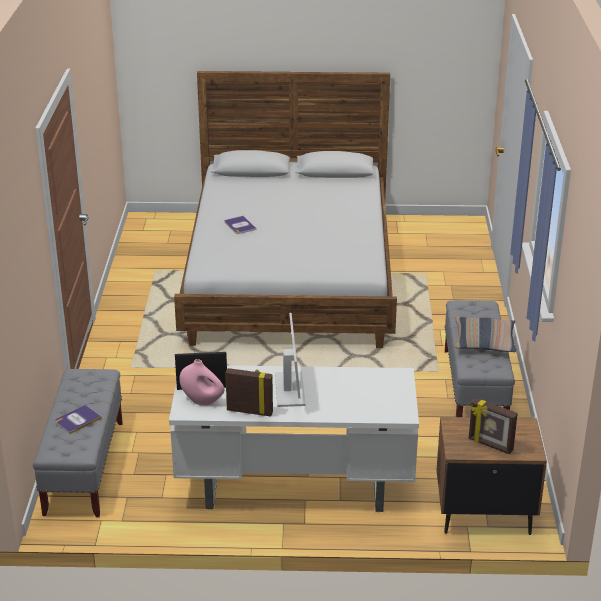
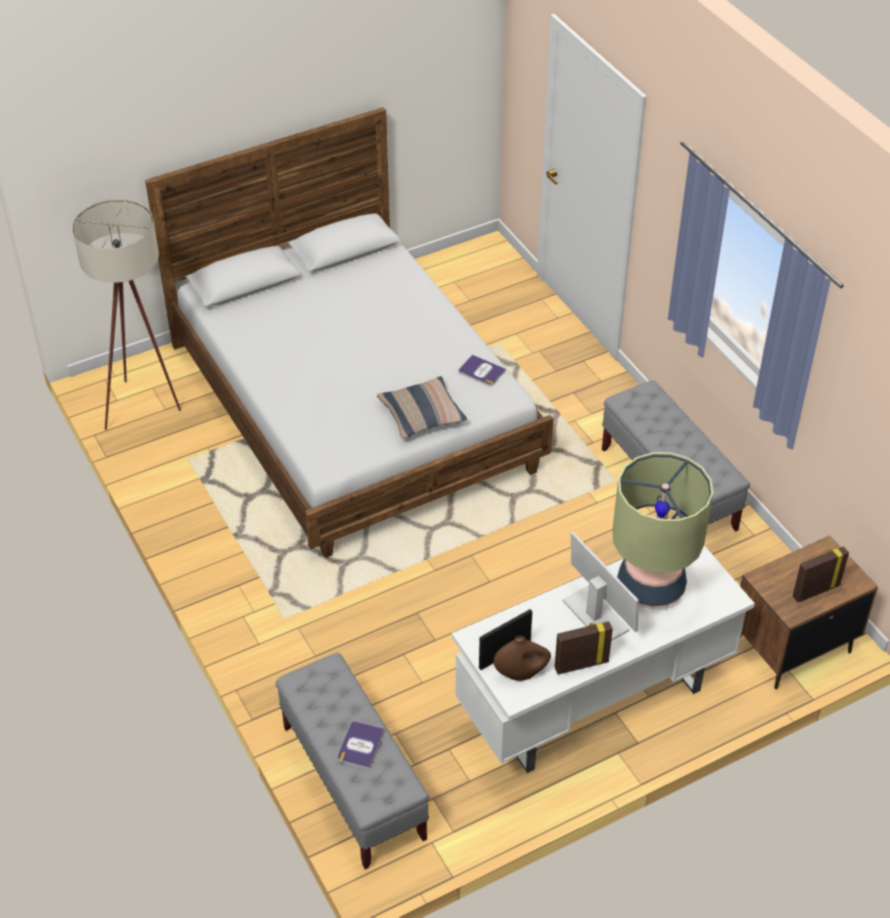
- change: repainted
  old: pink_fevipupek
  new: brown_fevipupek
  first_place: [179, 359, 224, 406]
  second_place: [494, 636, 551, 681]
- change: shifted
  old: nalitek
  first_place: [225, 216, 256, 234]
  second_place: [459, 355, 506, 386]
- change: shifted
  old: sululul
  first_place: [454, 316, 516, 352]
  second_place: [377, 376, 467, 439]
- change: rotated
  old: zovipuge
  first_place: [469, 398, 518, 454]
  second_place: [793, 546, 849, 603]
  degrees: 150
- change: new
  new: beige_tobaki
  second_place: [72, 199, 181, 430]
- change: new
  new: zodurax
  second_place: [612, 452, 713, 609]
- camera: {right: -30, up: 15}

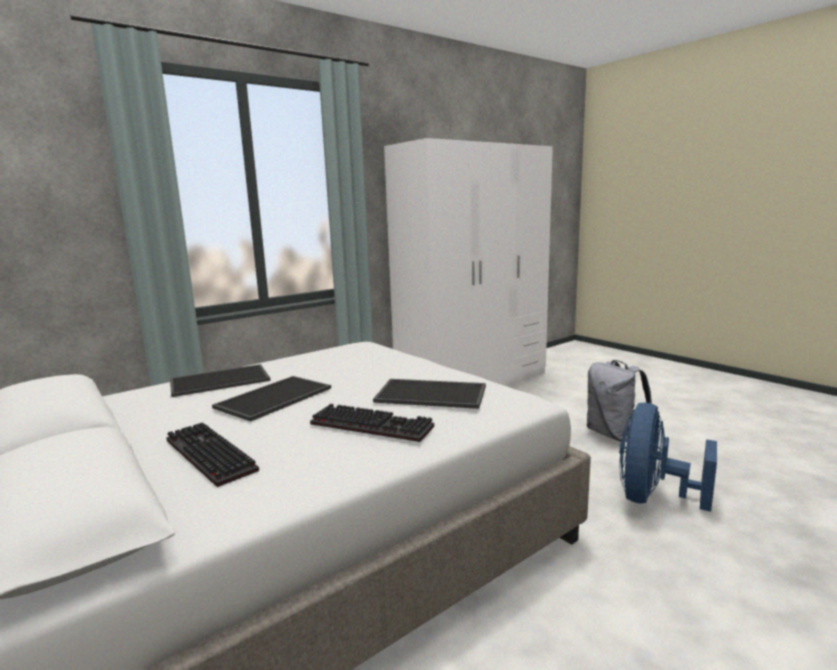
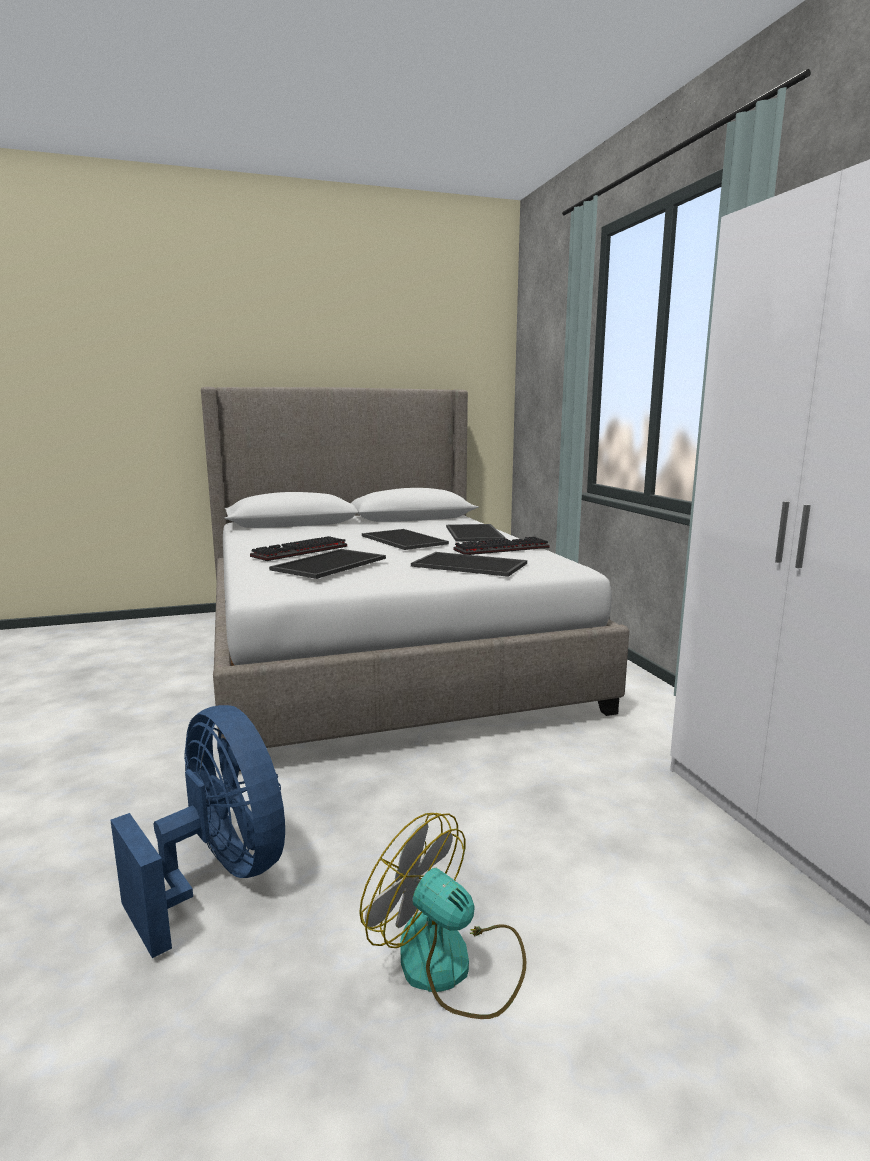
- change: shifted
  old: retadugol
  first_place: [167, 422, 259, 487]
  second_place: [453, 536, 550, 555]
- change: swapped
  old: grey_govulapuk
  new: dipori
  first_place: [587, 360, 652, 442]
  second_place: [359, 813, 526, 1019]
- change: new
  new: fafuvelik
  second_place: [411, 552, 527, 577]
- camera: {right: 110, up: 0}

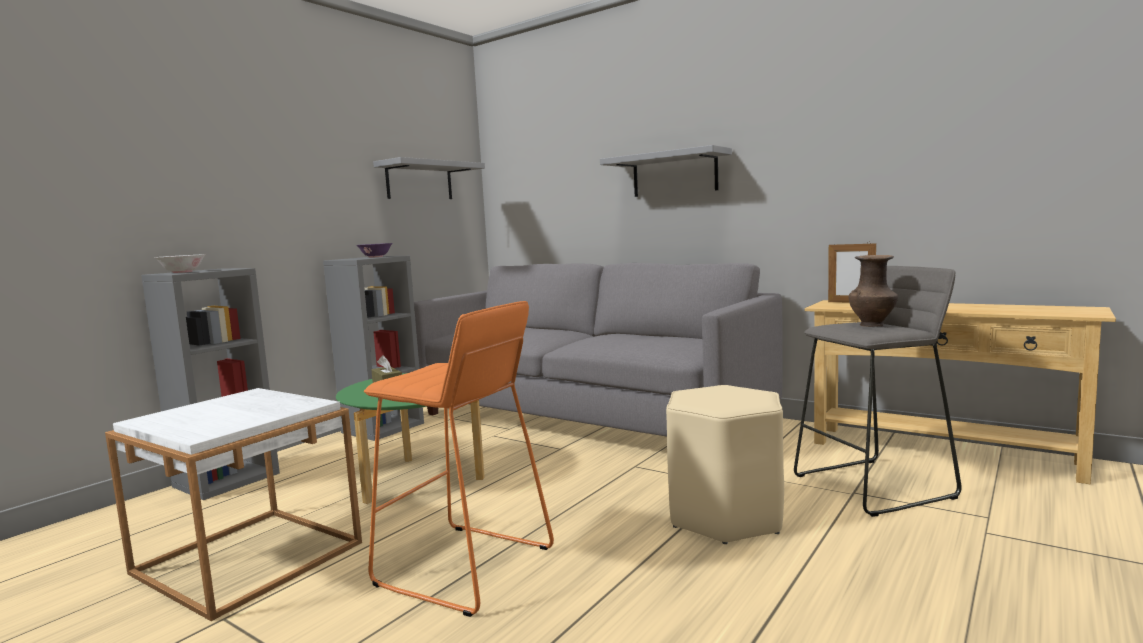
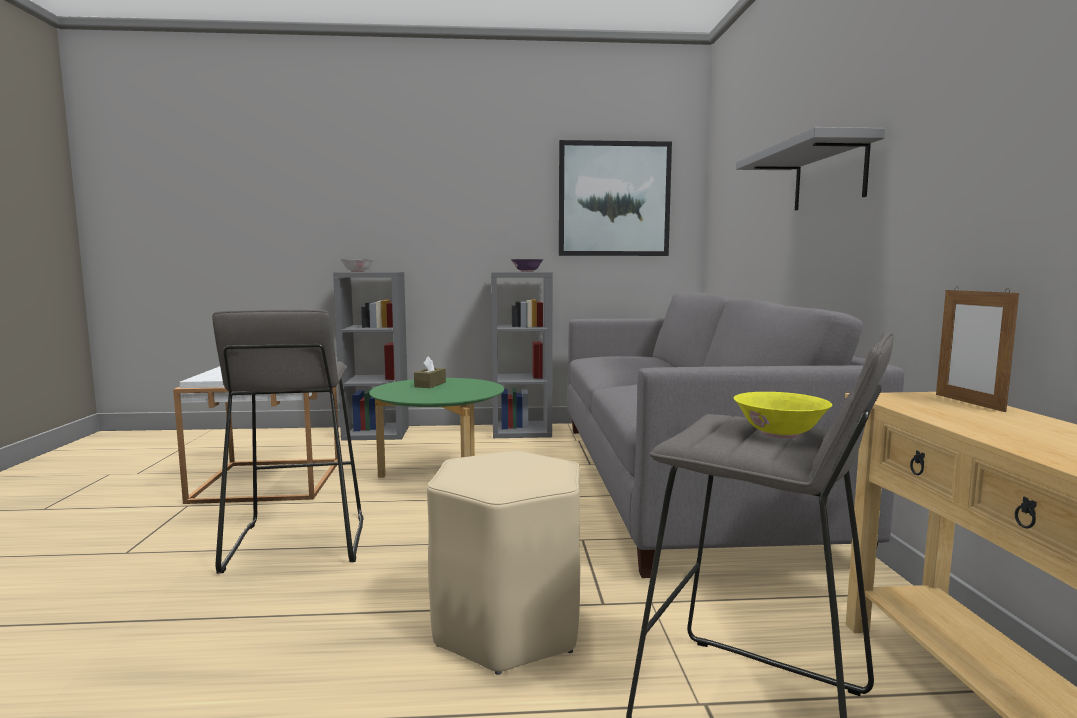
- change: repainted
  old: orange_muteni
  new: grey_muteni
  first_place: [364, 301, 554, 617]
  second_place: [212, 310, 364, 574]
- change: swapped
  old: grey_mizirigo
  new: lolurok
  first_place: [373, 157, 485, 199]
  second_place: [559, 140, 672, 256]
- change: swapped
  old: brown_fevipupek
  new: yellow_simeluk
  first_place: [849, 255, 898, 327]
  second_place: [734, 392, 832, 438]
- camera: {right: 50, up: 0}

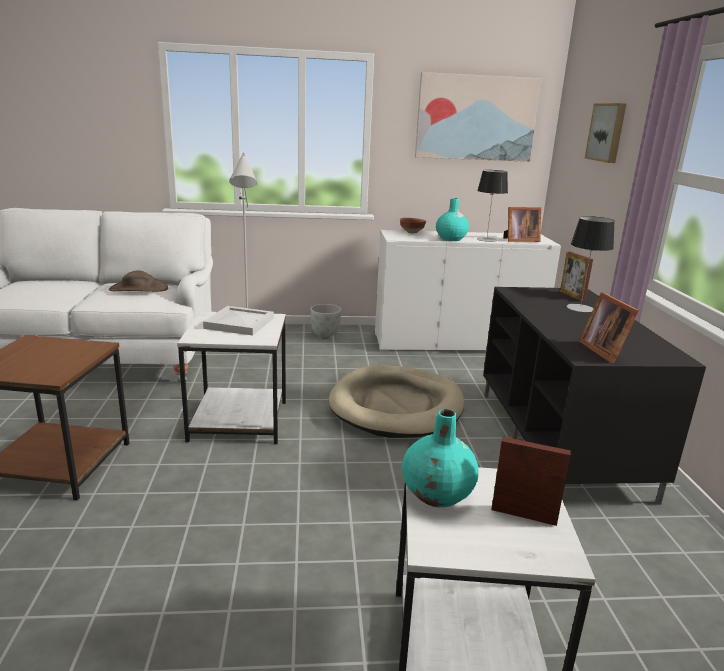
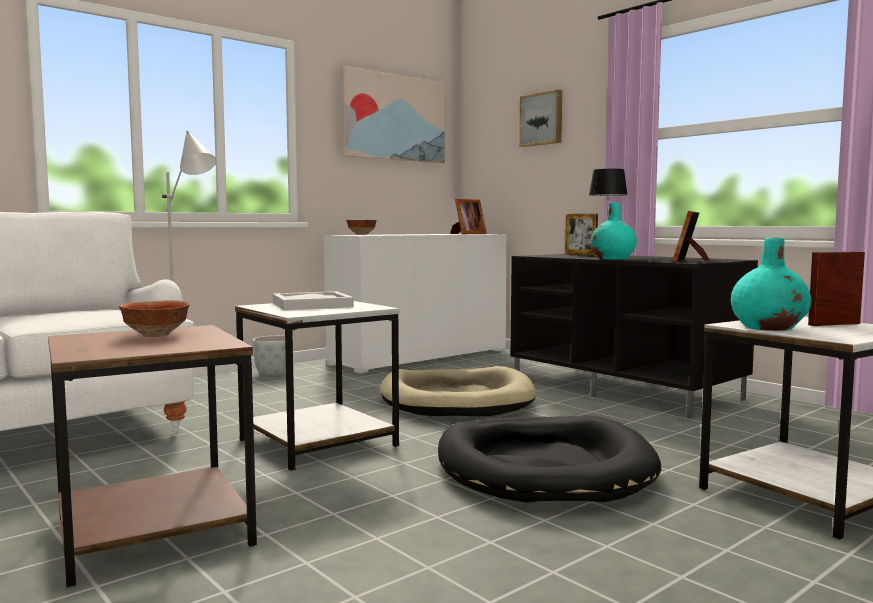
- change: gone
  old: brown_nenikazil
  first_place: [109, 270, 168, 292]
- change: shifted
  old: turquoise_fevipupek
  first_place: [436, 198, 469, 241]
  second_place: [591, 203, 637, 259]
- change: gone
  old: zodurax
  first_place: [477, 170, 508, 242]
- change: rotated
  old: zovipuge
  first_place: [579, 292, 639, 364]
  second_place: [672, 211, 710, 262]
  degrees: 75
- change: new
  new: simeluk
  second_place: [119, 300, 190, 337]
- change: new
  new: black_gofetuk
  second_place: [438, 415, 661, 503]
- camera: {right: -35, up: -15}

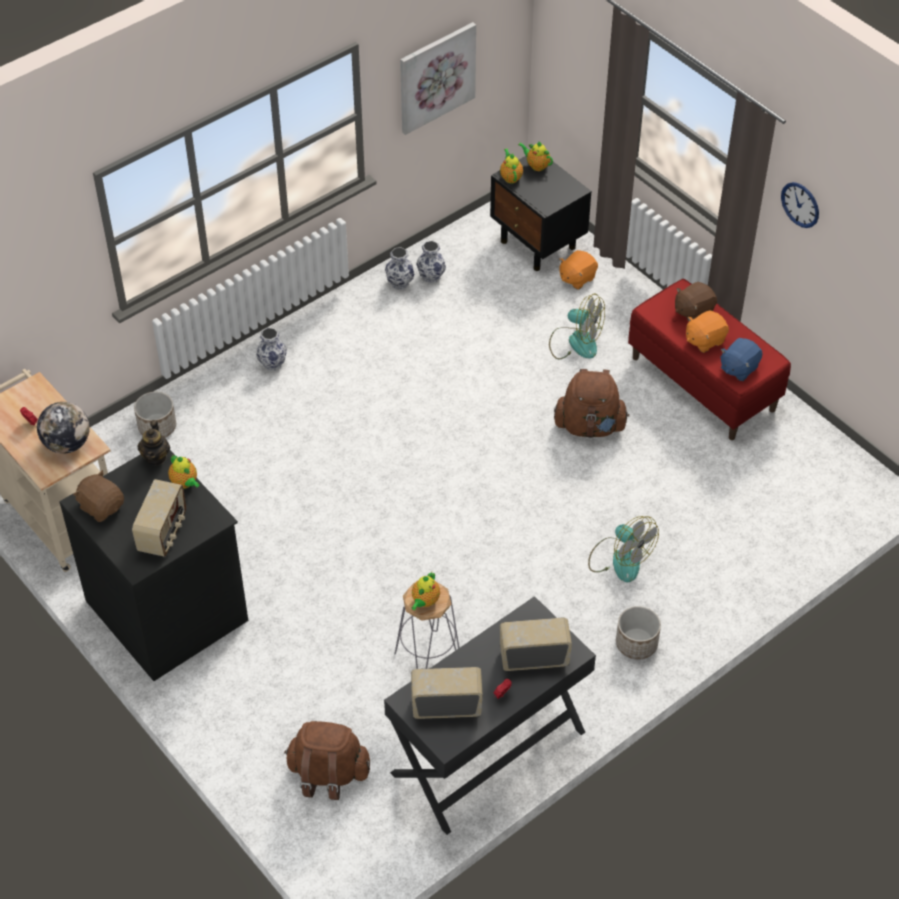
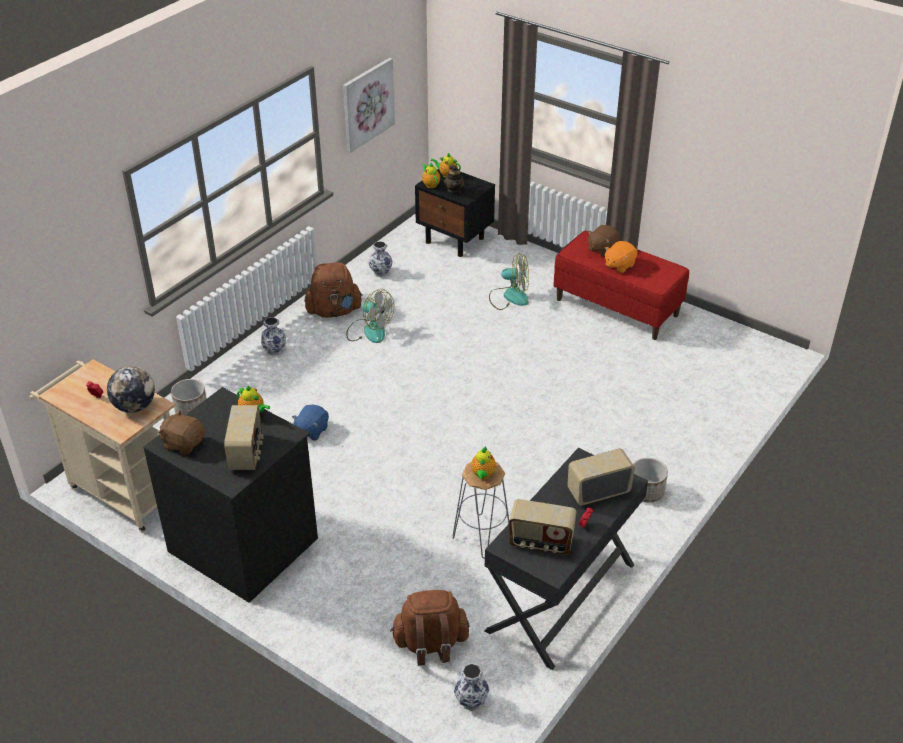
- change: shifted
  old: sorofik
  first_place: [137, 420, 170, 466]
  second_place: [444, 165, 465, 194]
- change: shifted
  old: fevipupek
  first_place: [385, 247, 414, 290]
  second_place: [454, 663, 489, 711]
- change: rotated
  old: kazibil
  first_place: [411, 667, 483, 719]
  second_place: [509, 499, 577, 555]
  degrees: -150
- change: shifted
  old: brown_govulapuk
  first_place: [554, 369, 629, 438]
  second_place: [304, 262, 363, 318]
- change: gone
  old: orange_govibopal
  first_place: [559, 250, 598, 290]
- change: shifted
  old: dipori
  first_place: [588, 516, 659, 582]
  second_place: [346, 289, 394, 343]
- change: shifted
  old: blue_govibopal
  first_place: [721, 338, 763, 381]
  second_place: [292, 405, 329, 440]
- change: gone
  old: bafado
  first_place: [781, 182, 819, 228]
- camera: {right: -15, up: -10}

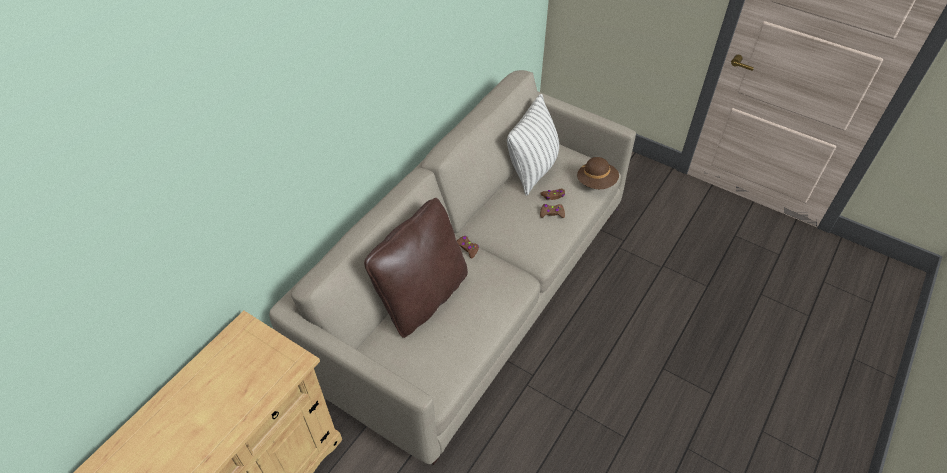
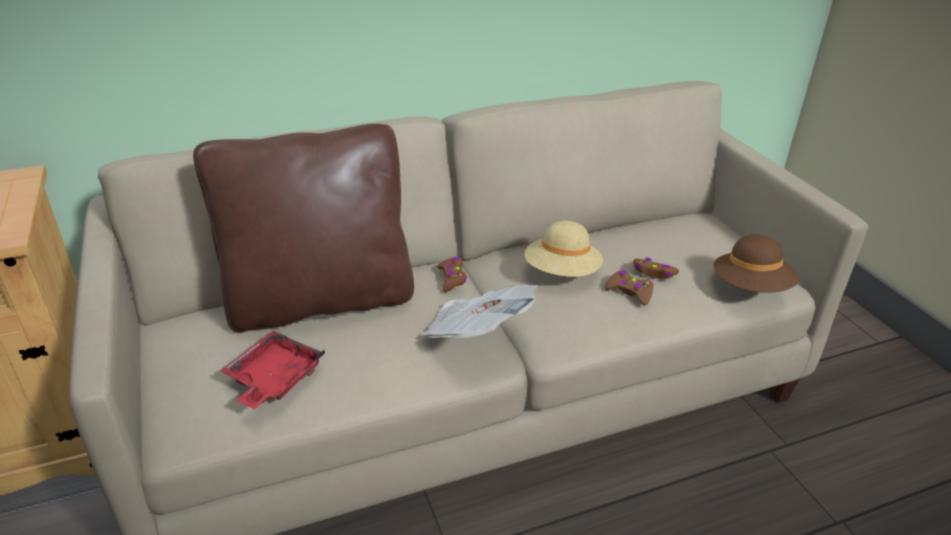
- change: gone
  old: sululul
  first_place: [507, 94, 559, 196]
- change: new
  new: red_fafuvelik
  second_place: [220, 330, 325, 409]
- change: new
  new: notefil
  second_place: [421, 285, 539, 338]
- change: new
  new: beige_nenikazil
  second_place: [524, 220, 603, 277]
- camera: {right: 35, up: -15}

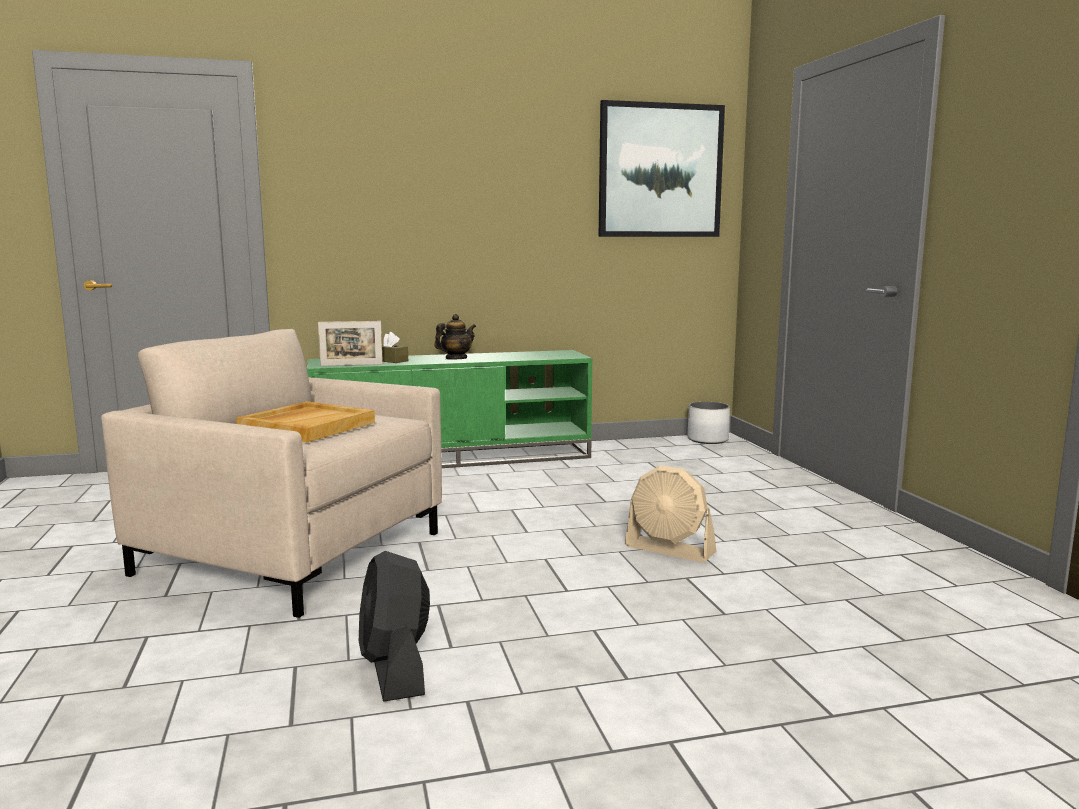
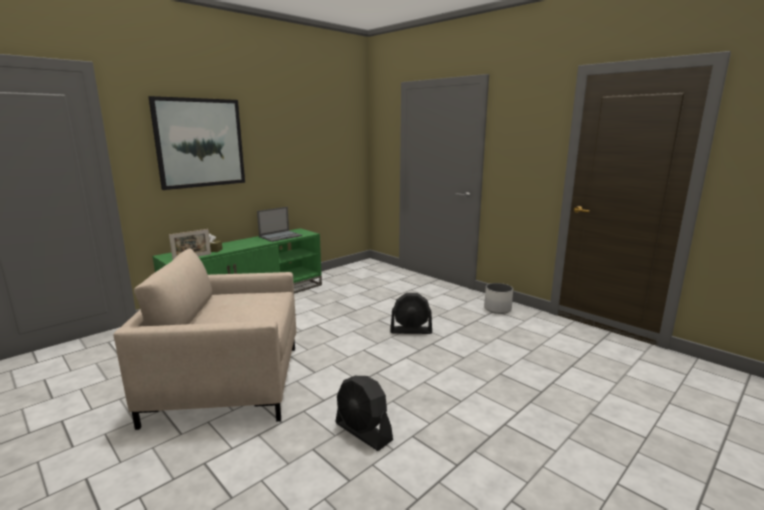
- change: gone
  old: beige_fafuvelik
  first_place: [236, 401, 375, 442]
- change: gone
  old: sorofik
  first_place: [434, 314, 476, 360]
- change: shifted
  old: lolurok
  first_place: [599, 100, 725, 237]
  second_place: [148, 96, 245, 190]
- change: repainted
  old: beige_dipori
  new: black_dipori
  first_place: [625, 465, 716, 562]
  second_place: [390, 293, 432, 334]
- change: shifted
  old: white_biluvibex
  first_place: [688, 402, 730, 444]
  second_place: [484, 283, 513, 314]
- change: new
  new: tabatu
  second_place: [257, 207, 302, 242]
- camera: {right: -30, up: 5}

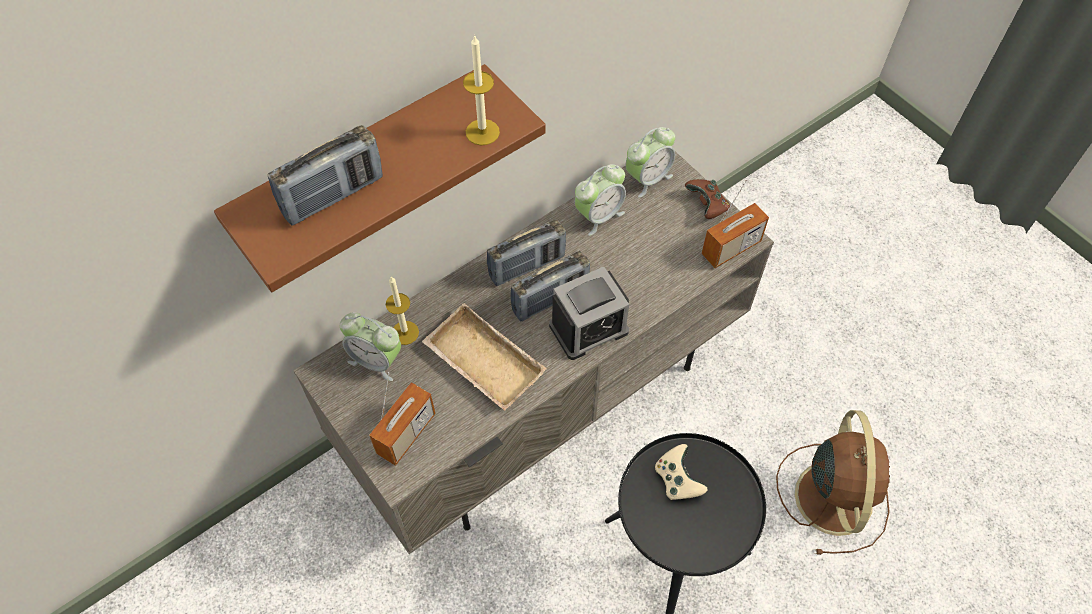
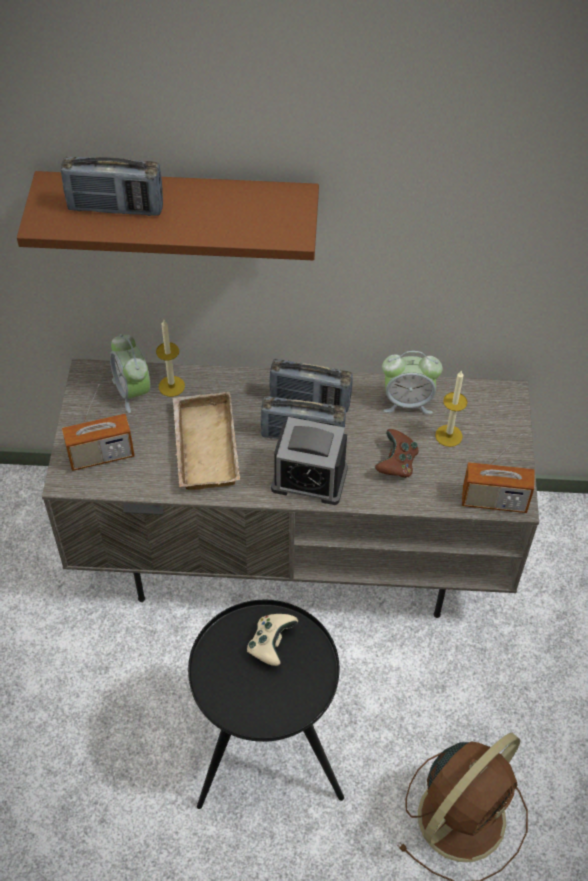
- change: shifted
  old: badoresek
  first_place: [463, 35, 500, 145]
  second_place: [435, 371, 468, 447]
- change: gone
  old: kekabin
  first_place: [626, 127, 675, 198]
- change: shifted
  old: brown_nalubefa
  first_place: [685, 179, 730, 219]
  second_place: [375, 429, 419, 478]
- camera: {right: 40, up: -5}

